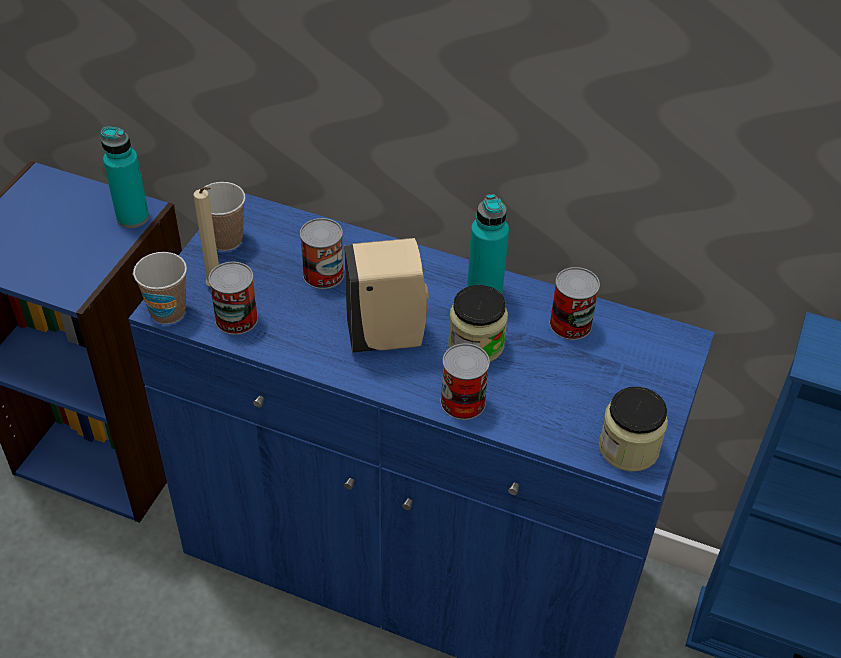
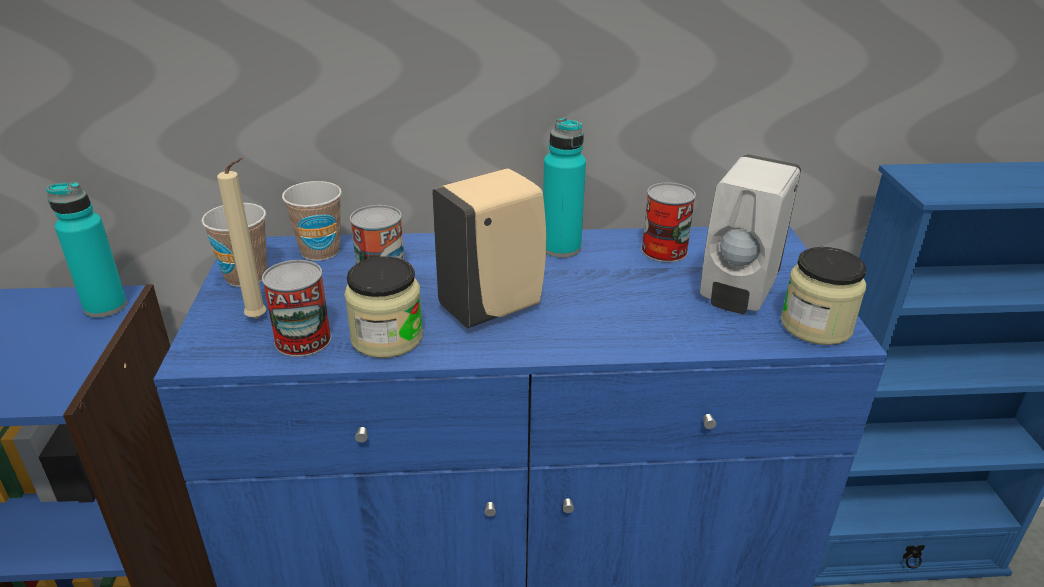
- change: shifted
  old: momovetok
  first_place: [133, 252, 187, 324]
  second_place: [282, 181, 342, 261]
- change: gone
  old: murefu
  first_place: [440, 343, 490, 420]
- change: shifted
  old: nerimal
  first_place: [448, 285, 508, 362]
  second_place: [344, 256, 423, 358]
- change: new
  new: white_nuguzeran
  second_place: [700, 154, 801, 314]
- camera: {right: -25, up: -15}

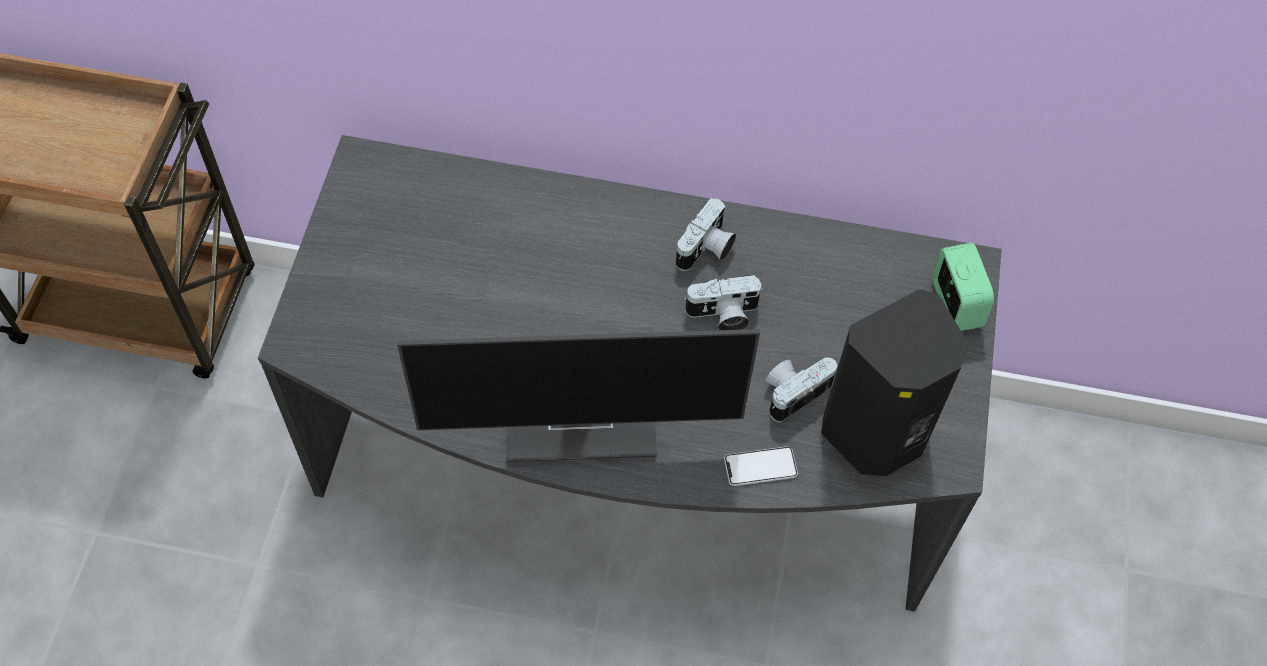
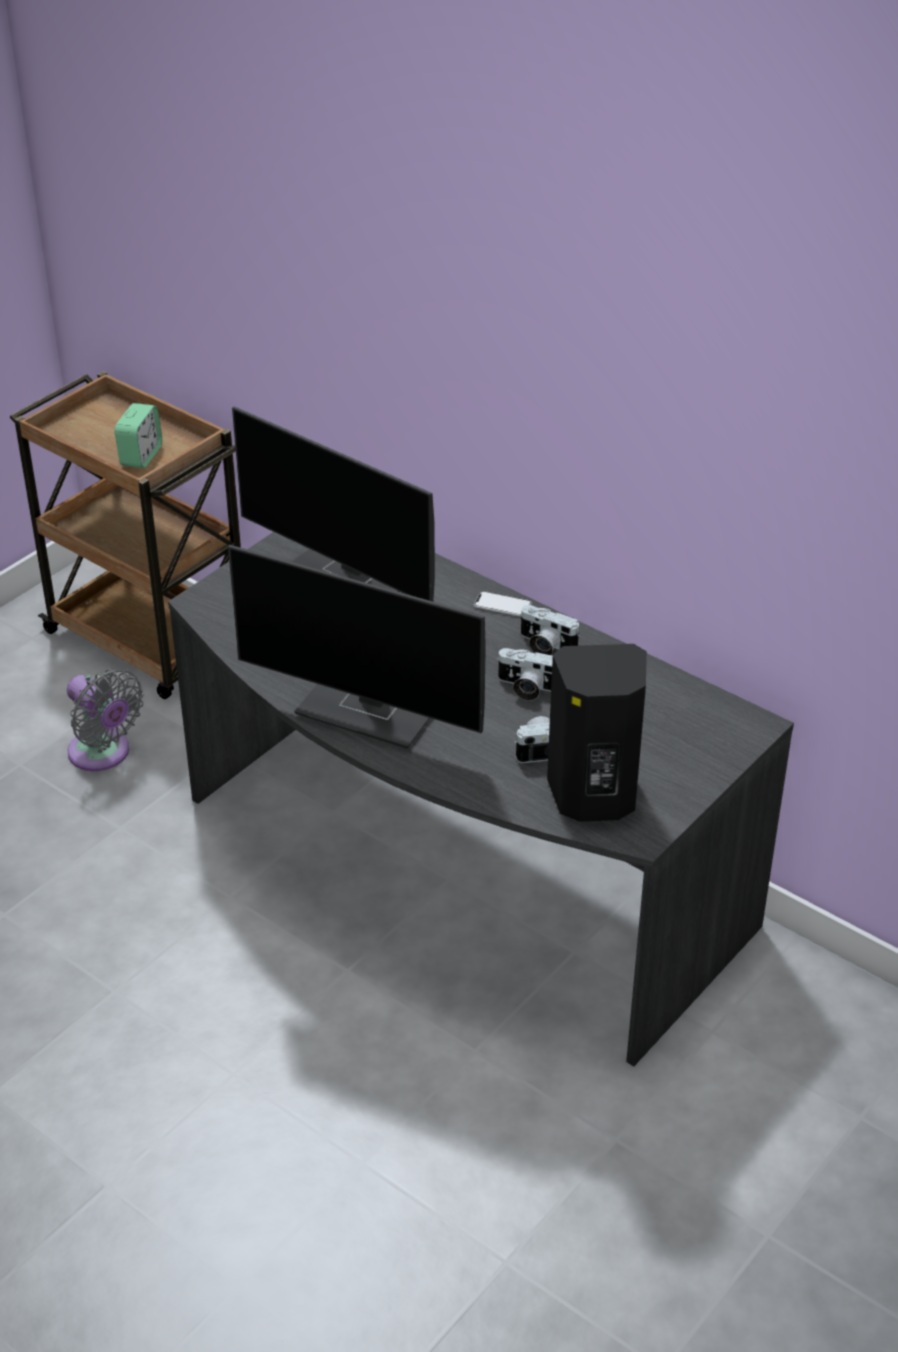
- change: rotated
  old: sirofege
  first_place: [676, 198, 736, 271]
  second_place: [520, 605, 580, 655]
  degrees: 60
- change: shifted
  old: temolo
  first_place: [724, 446, 798, 486]
  second_place: [474, 591, 532, 617]
- change: shifted
  old: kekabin
  first_place: [932, 243, 994, 331]
  second_place: [115, 403, 162, 468]
- change: new
  new: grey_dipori
  second_place: [67, 669, 144, 771]
- change: new
  new: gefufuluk
  second_place: [232, 406, 435, 601]
- camera: {right: 30, up: -20}

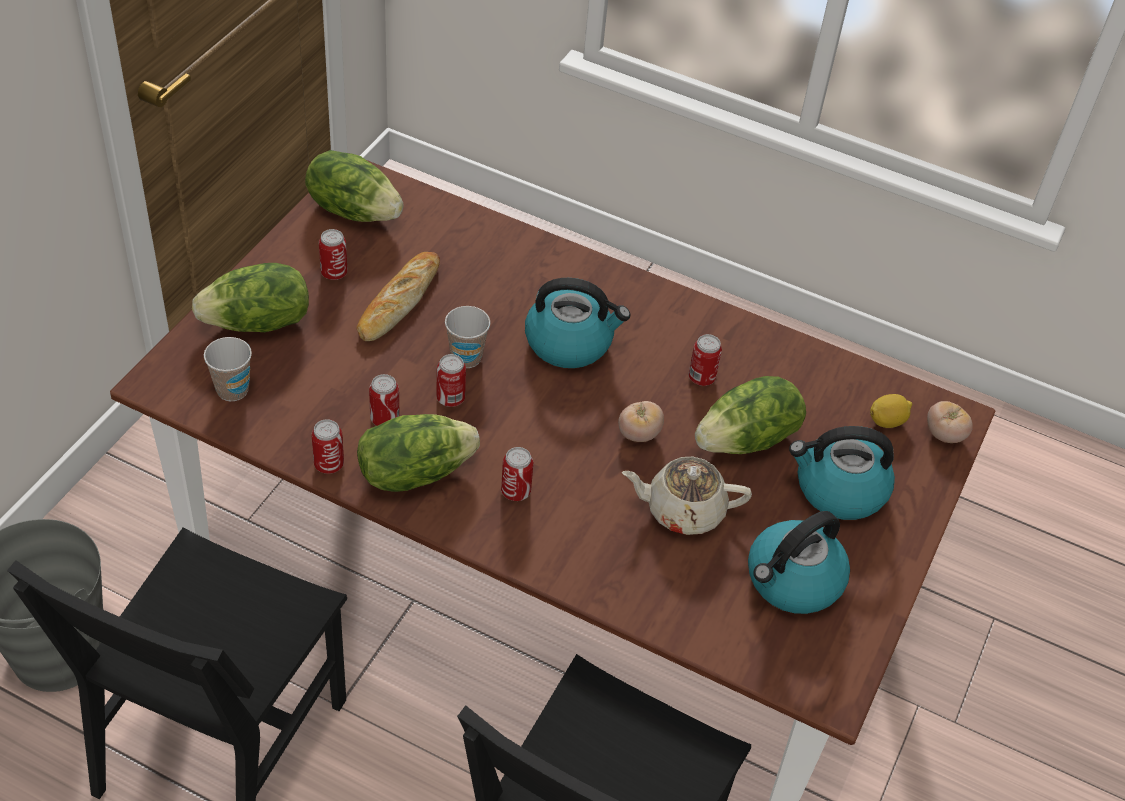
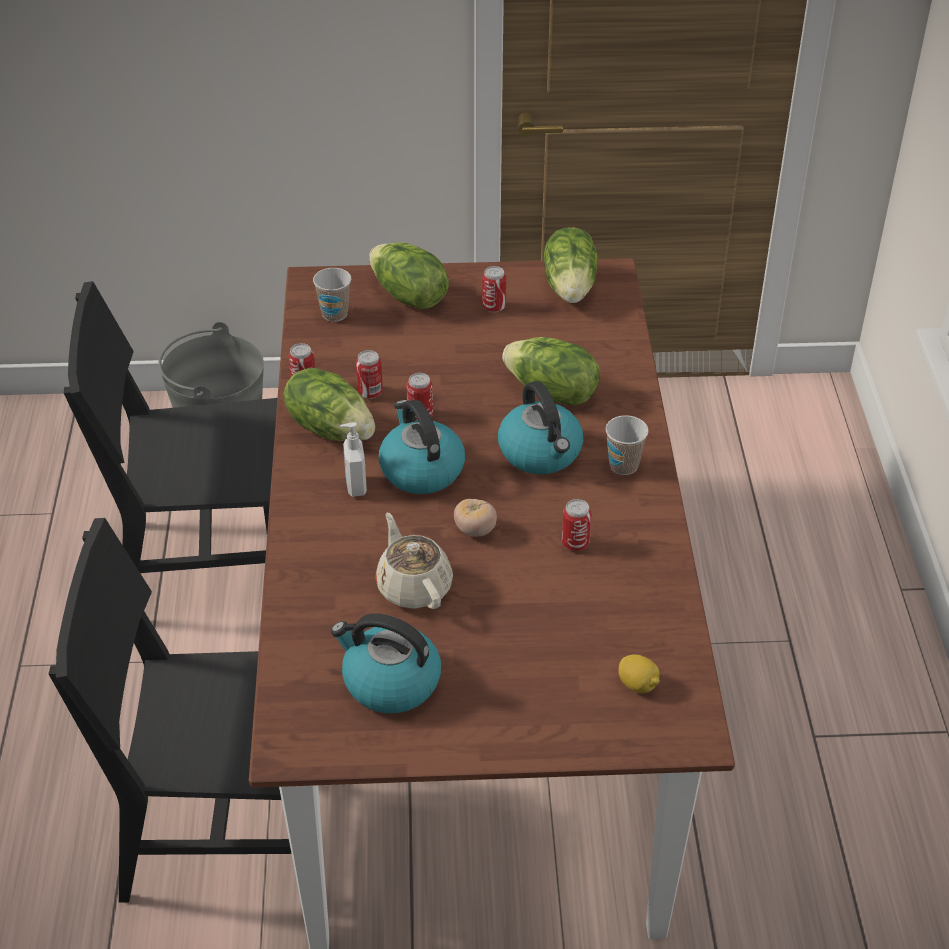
- change: gone
  old: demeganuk
  first_place: [356, 252, 440, 341]
- change: shifted
  old: momovetok
  first_place: [445, 306, 490, 368]
  second_place: [606, 415, 649, 475]
- change: swapped
  old: murefu
  new: nuguzeran
  first_place: [501, 447, 533, 501]
  second_place: [340, 422, 367, 497]
- change: shifted
  old: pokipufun
  first_place: [695, 376, 806, 454]
  second_place: [502, 337, 600, 406]
- change: shifted
  old: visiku
  first_place: [789, 426, 895, 520]
  second_place: [379, 400, 465, 494]
- change: gone
  old: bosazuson
  first_place: [927, 401, 973, 443]
- camera: {right: 65, up: -5}

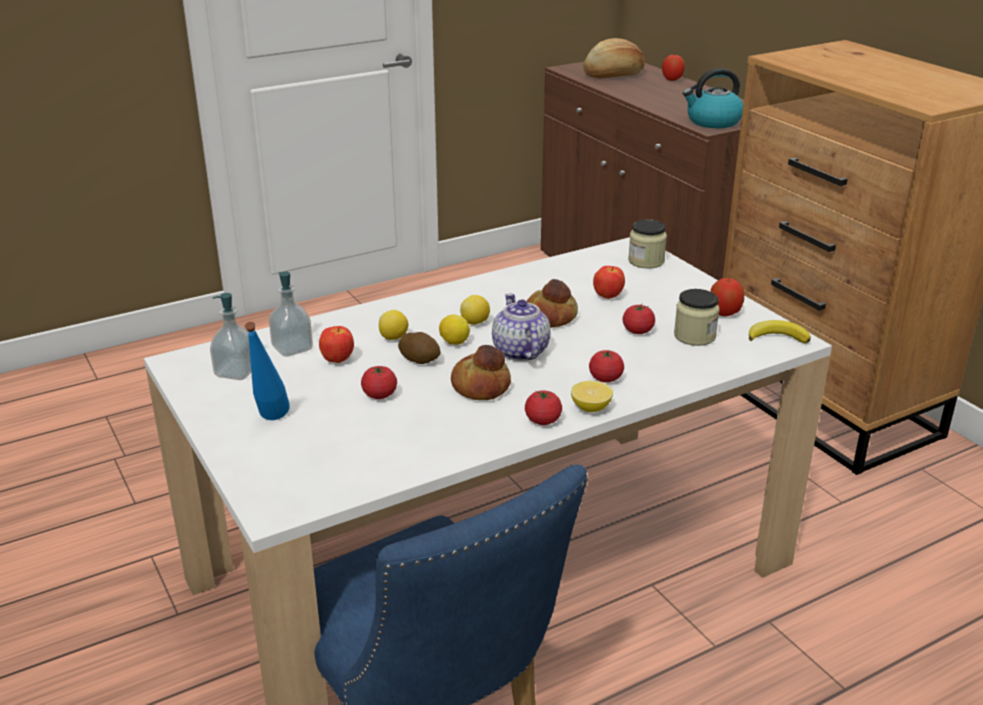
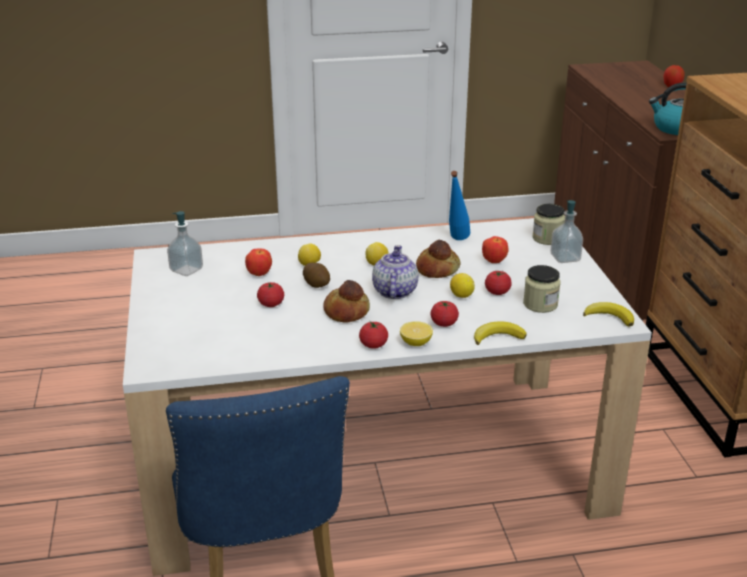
- change: shifted
  old: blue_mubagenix
  first_place: [245, 322, 290, 420]
  second_place: [449, 171, 470, 240]
- change: shifted
  old: nuguzeran
  first_place: [269, 271, 313, 357]
  second_place: [550, 200, 583, 263]
- change: shifted
  old: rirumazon
  first_place: [439, 314, 470, 345]
  second_place: [450, 273, 475, 298]
- change: gone
  old: demeganuk
  first_place: [583, 38, 645, 78]
- change: gone
  old: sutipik
  first_place: [710, 278, 744, 316]
- change: new
  new: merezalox
  second_place: [474, 321, 527, 345]
- camera: {right: 20, up: 0}

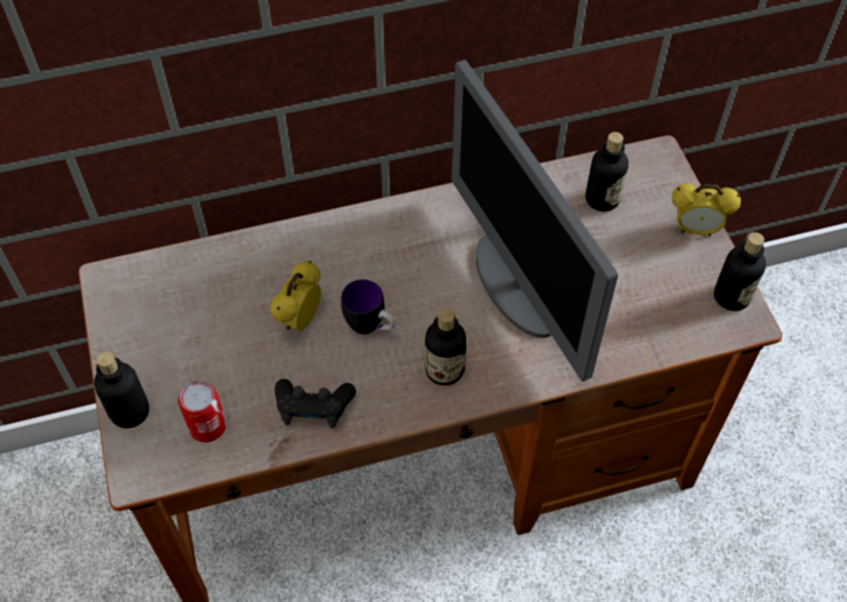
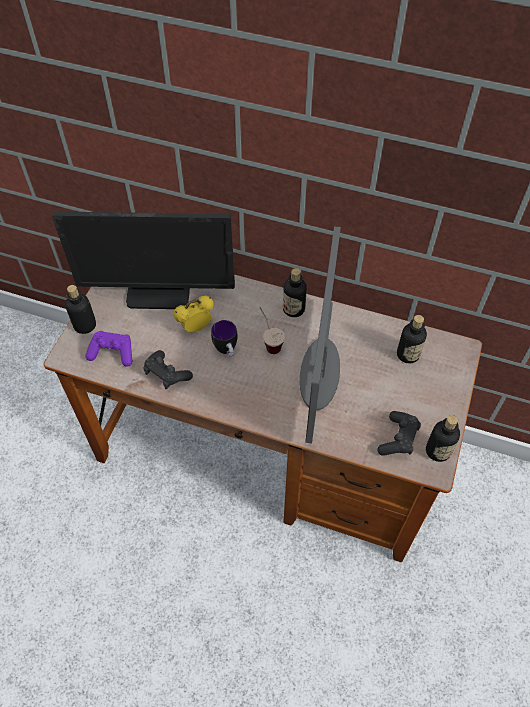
- change: swapped
  old: murefu
  new: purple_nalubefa
  first_place: [178, 381, 226, 442]
  second_place: [85, 331, 132, 367]
- change: shifted
  old: mubagenix
  first_place: [425, 308, 466, 386]
  second_place: [283, 268, 307, 317]
- change: gone
  old: kekabin
  first_place: [672, 183, 741, 236]
- change: new
  new: gefufuluk
  second_place: [52, 211, 235, 309]
- change: new
  new: momovetok
  second_place: [260, 307, 285, 354]
- change: new
  new: black_nalubefa
  second_place: [377, 411, 421, 456]
- camera: {right: 35, up: 0}

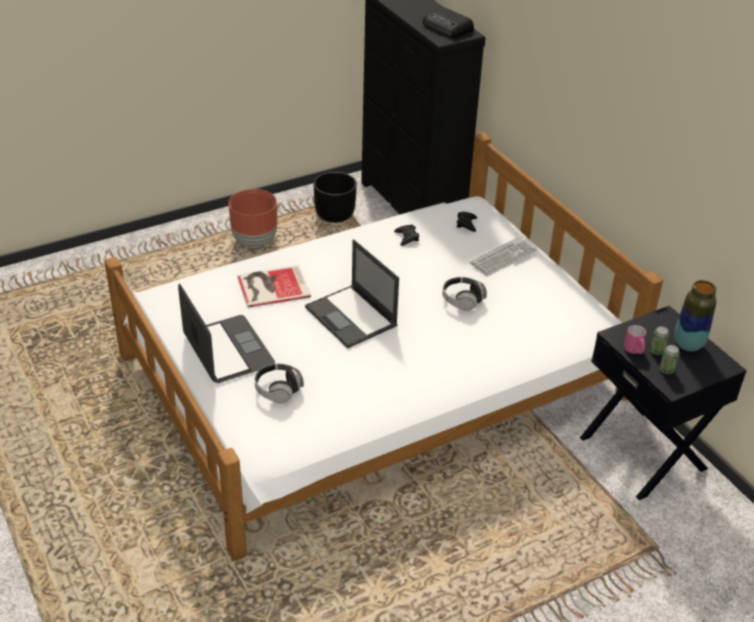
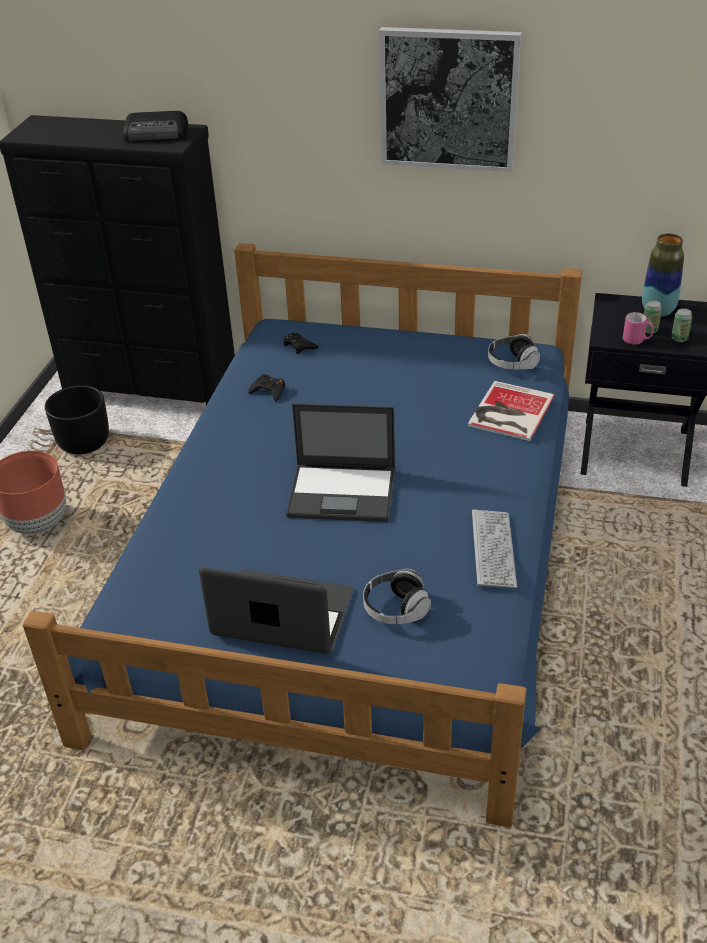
- change: repainted
  old: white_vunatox
  new: blue_vunatox
  first_place: [104, 132, 663, 561]
  second_place: [22, 243, 582, 827]
- change: shifted
  old: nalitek
  first_place: [237, 265, 311, 307]
  second_place: [468, 381, 555, 441]
- change: shifted
  old: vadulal
  first_place: [442, 277, 487, 311]
  second_place: [488, 334, 540, 370]
- change: shifted
  old: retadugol
  first_place: [470, 236, 536, 276]
  second_place: [472, 510, 517, 588]
- change: new
  new: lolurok
  second_place: [379, 27, 521, 172]
- camera: {right: -45, up: 0}

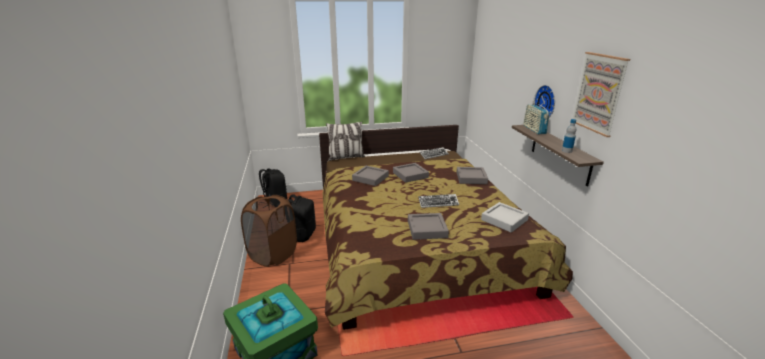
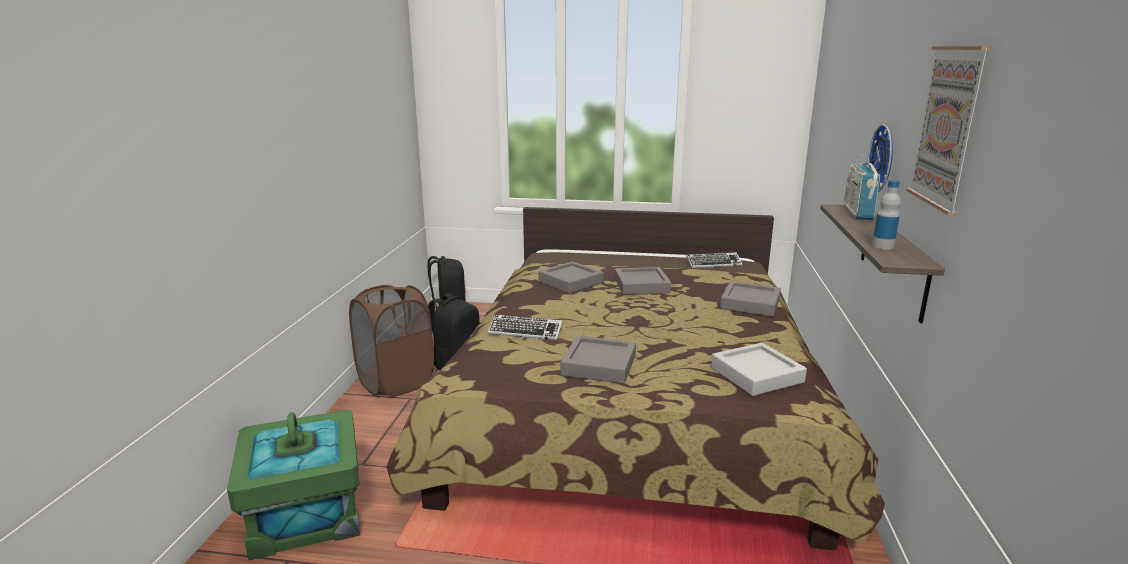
- change: gone
  old: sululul
  first_place: [326, 122, 365, 161]
- change: shifted
  old: retadugol
  first_place: [418, 194, 459, 208]
  second_place: [488, 314, 563, 340]
- camera: {right: 20, up: -5}

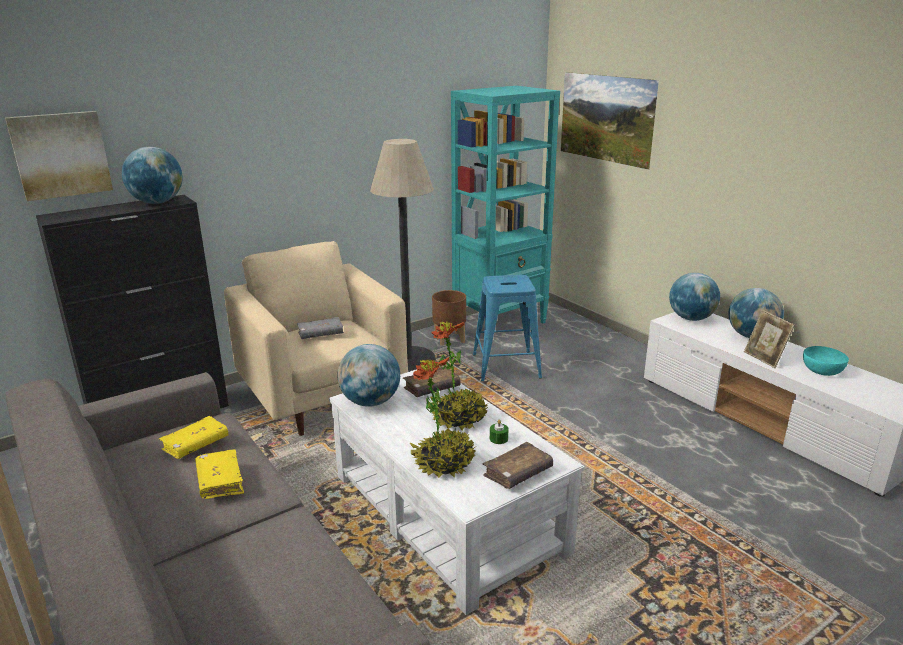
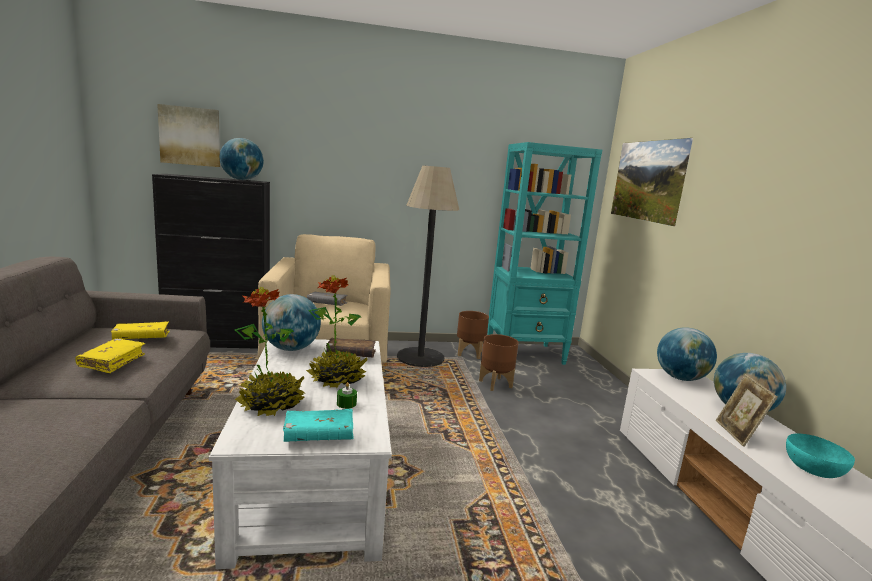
- change: swapped
  old: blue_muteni
  new: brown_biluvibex
  first_place: [473, 275, 542, 381]
  second_place: [479, 334, 519, 391]
- change: repainted
  old: brown_nalitek
  new: turquoise_nalitek
  first_place: [482, 442, 553, 489]
  second_place: [283, 409, 353, 442]
- camera: {right: 25, up: -10}

